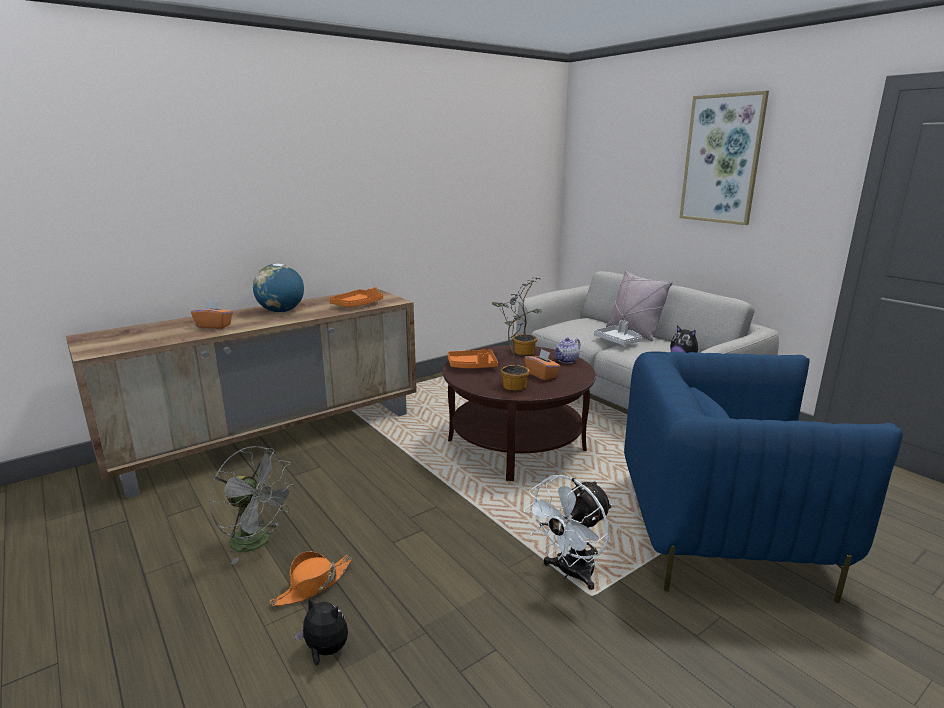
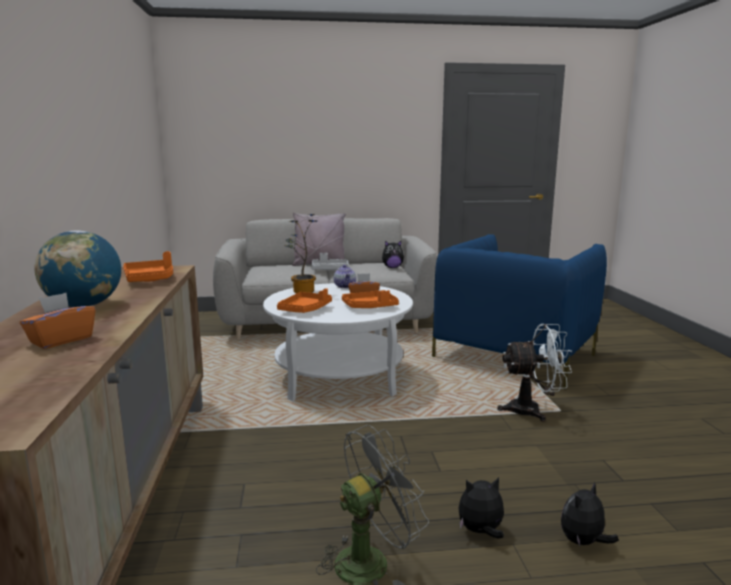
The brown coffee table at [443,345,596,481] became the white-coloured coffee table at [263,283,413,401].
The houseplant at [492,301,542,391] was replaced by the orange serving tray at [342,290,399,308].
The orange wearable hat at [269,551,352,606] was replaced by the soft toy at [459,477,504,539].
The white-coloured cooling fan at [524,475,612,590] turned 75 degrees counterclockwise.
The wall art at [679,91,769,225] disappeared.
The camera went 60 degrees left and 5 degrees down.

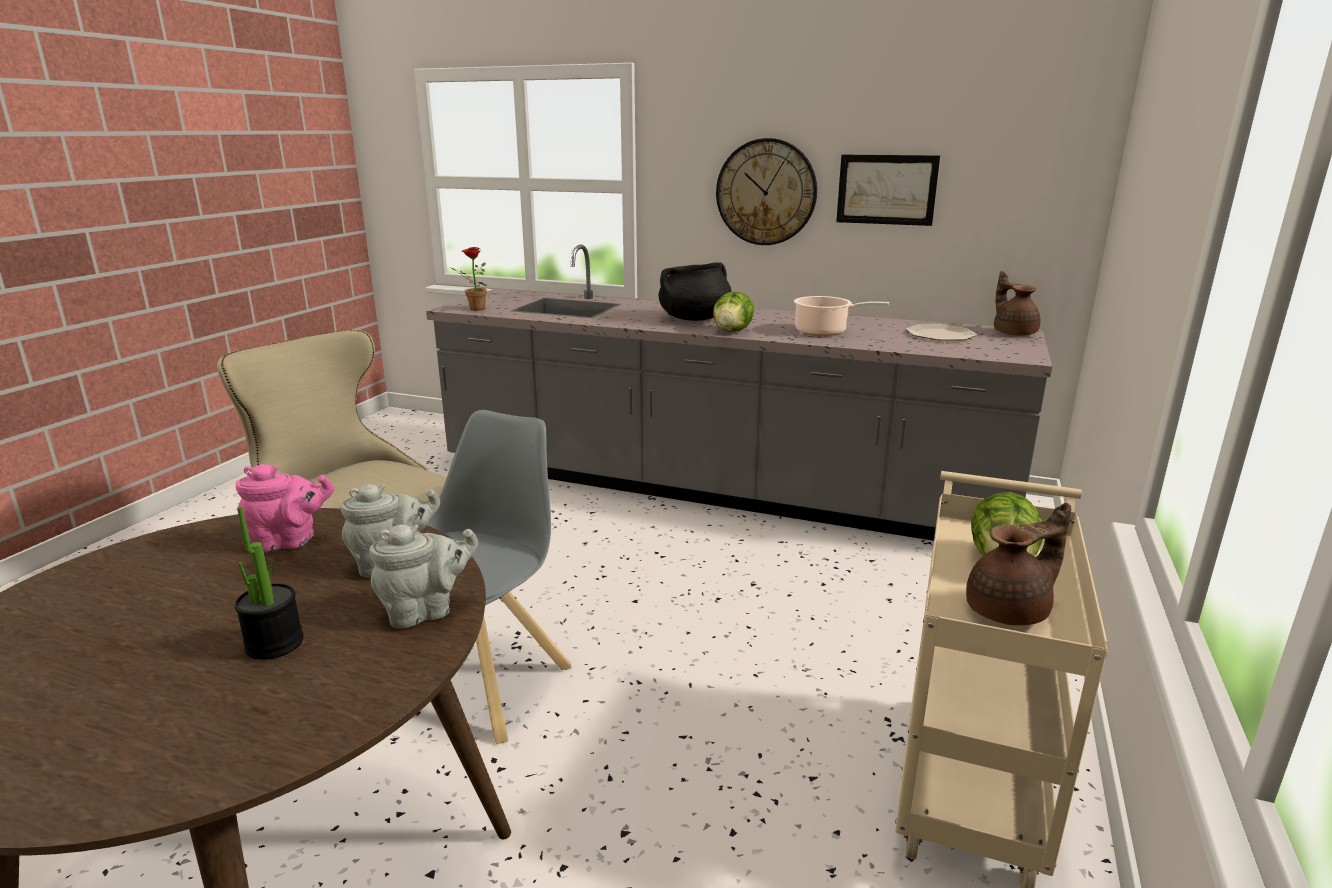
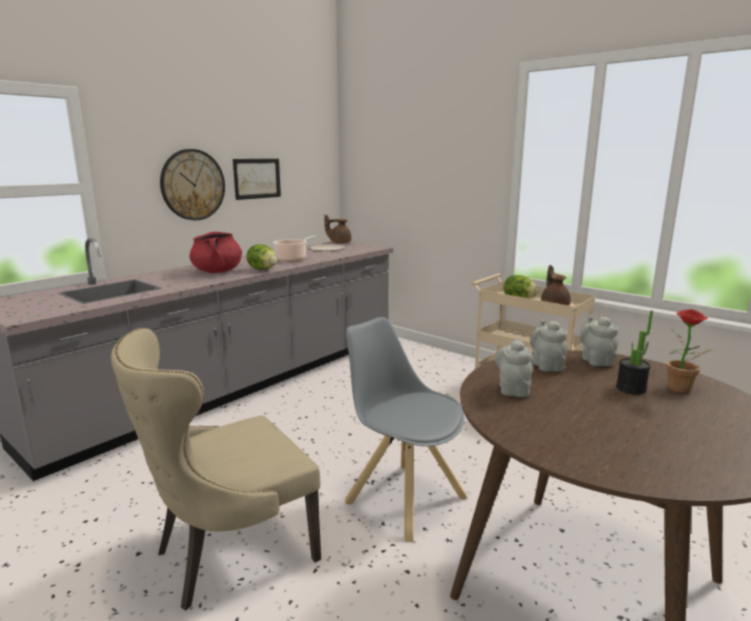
The black stockpot at [659,262,732,321] became the reddish stockpot at [189,232,242,273].
The pink-coloured pot for tea at [236,464,335,552] became the gray pot for tea at [495,337,534,397].
The houseplant moved from [451,247,487,311] to [666,309,713,393].
The camera went 70 degrees left and 5 degrees down.

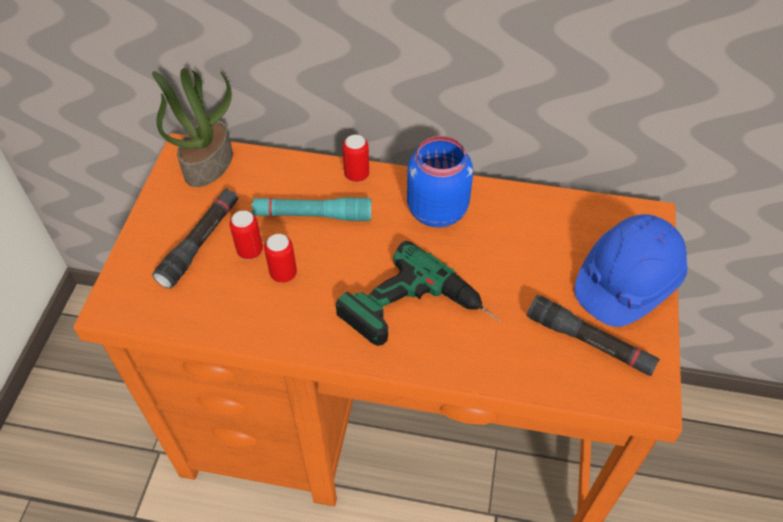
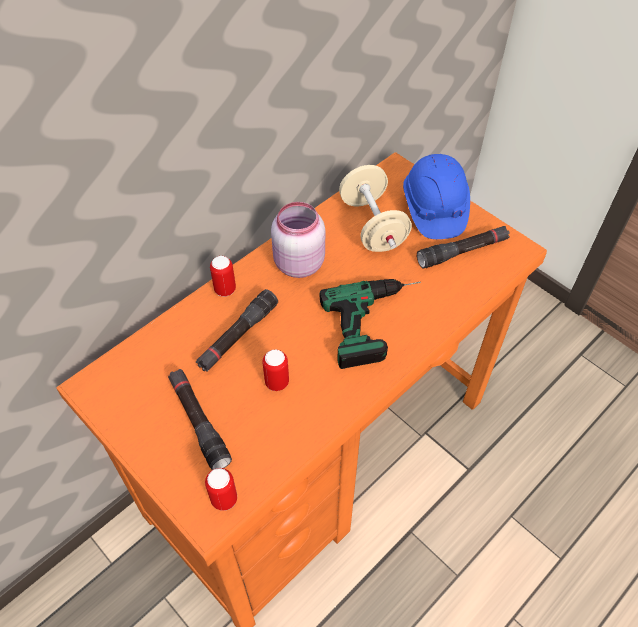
The turquoise torch at [251,197,372,221] became the black torch at [196,289,278,372].
The metal can moved from [230,210,263,260] to [205,468,237,511].
The blue preserve jar at [407,136,473,228] became the pink-coloured preserve jar at [271,202,325,278].
The sand-coloured dumbbell at [339,165,412,252] appeared.
The houseplant at [152,68,233,187] disappeared.
The camera went 55 degrees left and 0 degrees up.

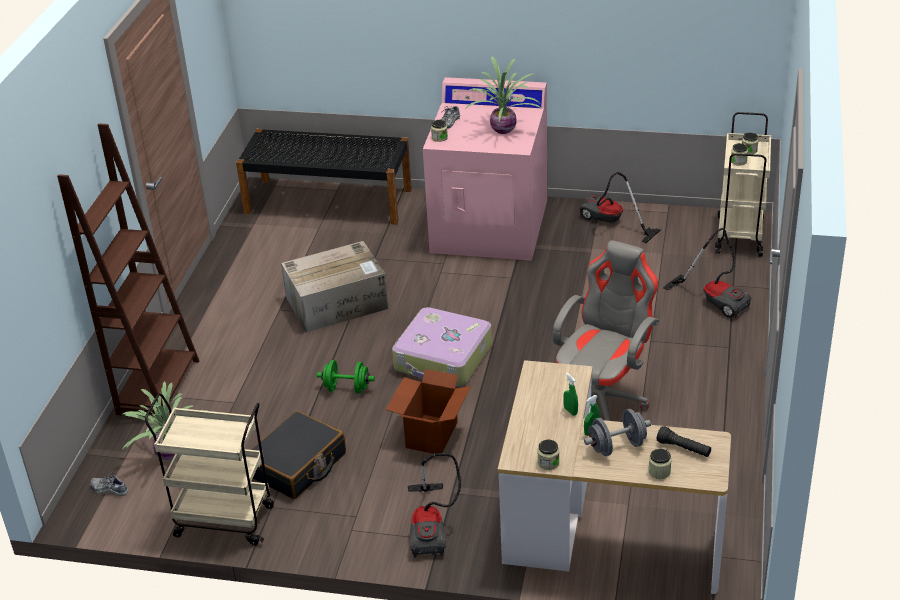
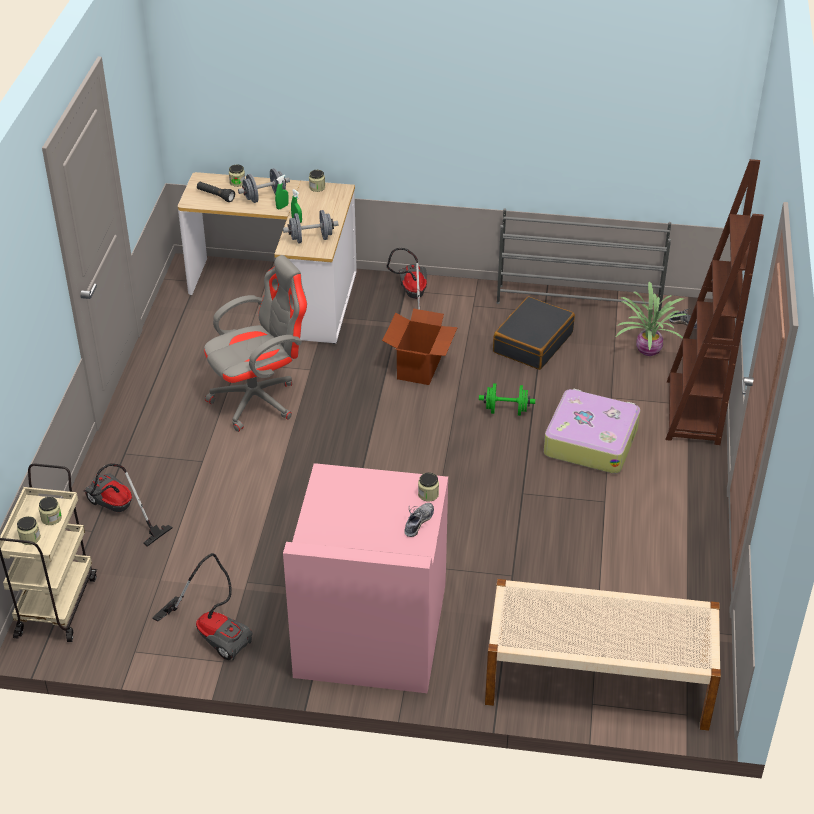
The gray office chair at [553,240,659,421] turned 150 degrees counterclockwise.
The gray dumbbell at [283,210,338,244] appeared.
The black bench at [236,129,412,225] became the sand-coloured bench at [485,579,721,731].
The sand-coloured wheeled cart at [145,393,274,546] was replaced by the gray shoe rack at [497,209,671,312].
The piece of luggage moved from [392,307,492,387] to [544,389,641,474].
The cardboard box at [281,241,388,333] disappeared.
The houseplant at [466,56,541,134] disappeared.
The camera went 175 degrees right and 5 degrees up.

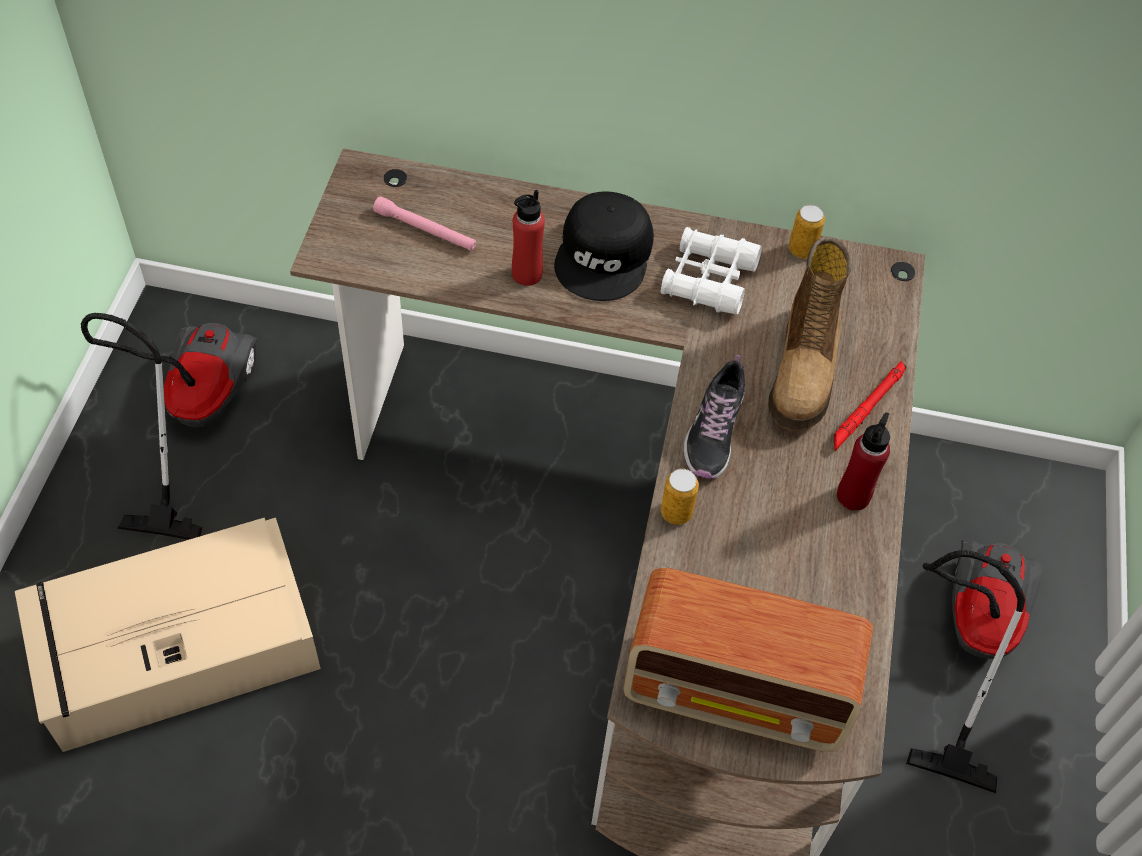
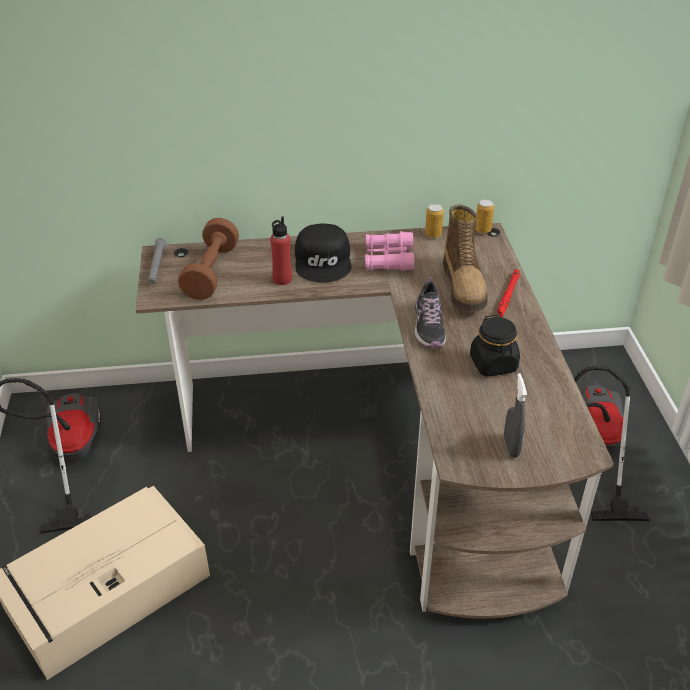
The gray torch at [148,237,166,284] appeared.
The pink-coloured torch at [373,196,476,251] was replaced by the brown dumbbell at [178,218,239,300].
The white-coloured pair of binoculars at [661,227,762,315] became the pink-coloured pair of binoculars at [365,231,414,271].
The black preserve jar at [470,315,520,377] appeared.
The metal can moved from [661,469,699,525] to [475,199,494,234].
The radio set at [623,568,873,752] was replaced by the gray spray bottle at [504,373,527,458].
The reddish bottle at [837,412,890,511] disappeared.
The camera went 15 degrees left and 15 degrees down.

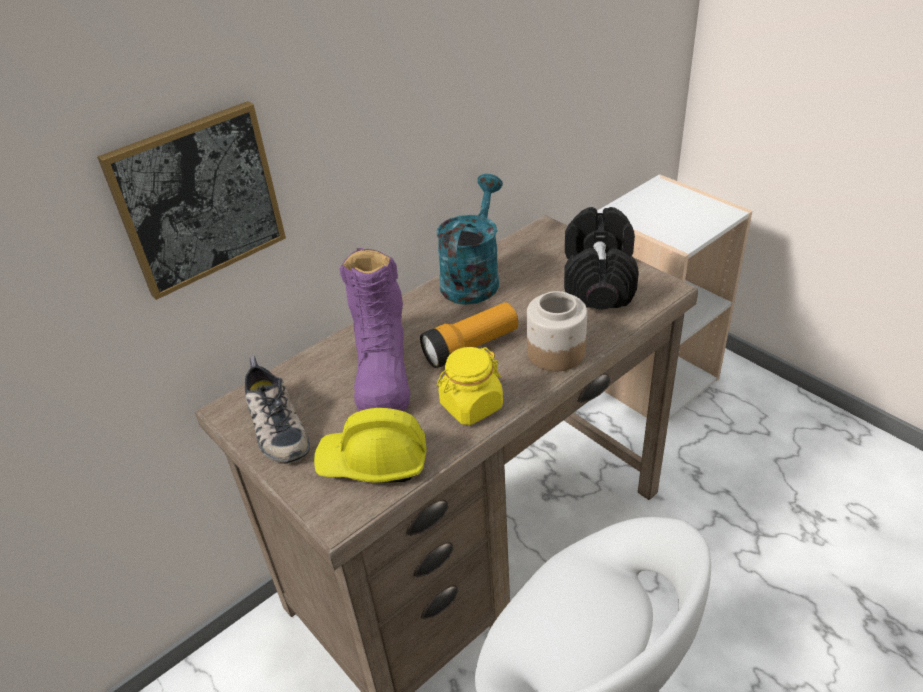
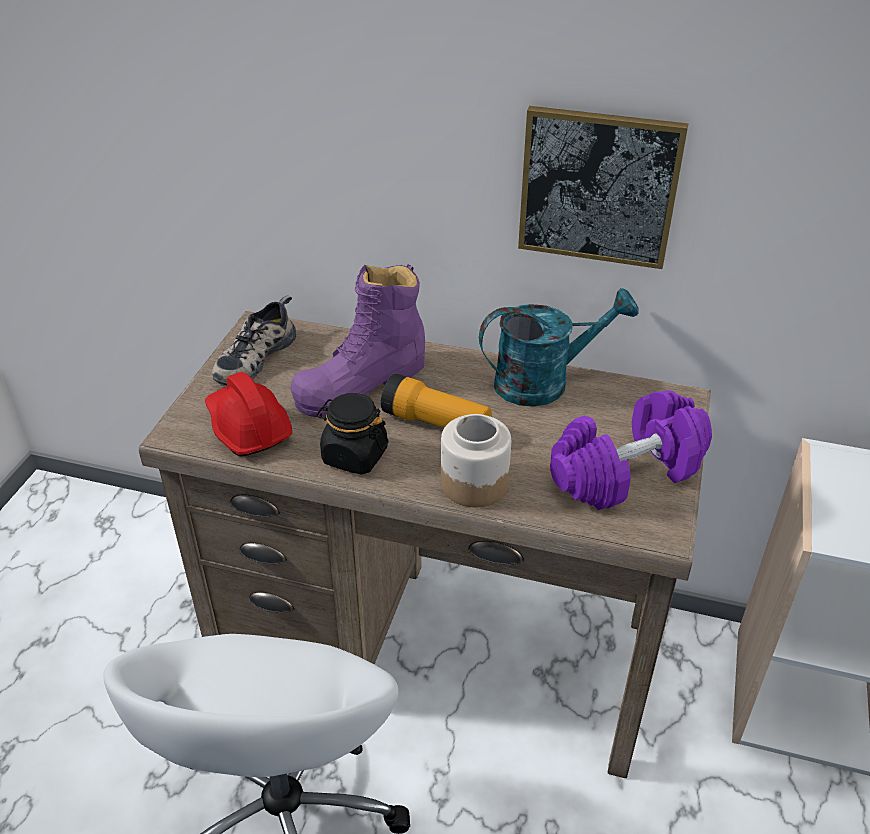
The yellowish safety helmet at [314,408,427,483] became the reddish safety helmet at [205,372,292,456].
The yellowish preserve jar at [437,347,503,425] became the black preserve jar at [317,393,388,475].
The wall art moved from [97,101,286,300] to [518,106,688,269].
The black dumbbell at [564,207,639,310] became the purplish dumbbell at [550,390,712,510].
The camera went 55 degrees right and 0 degrees up.

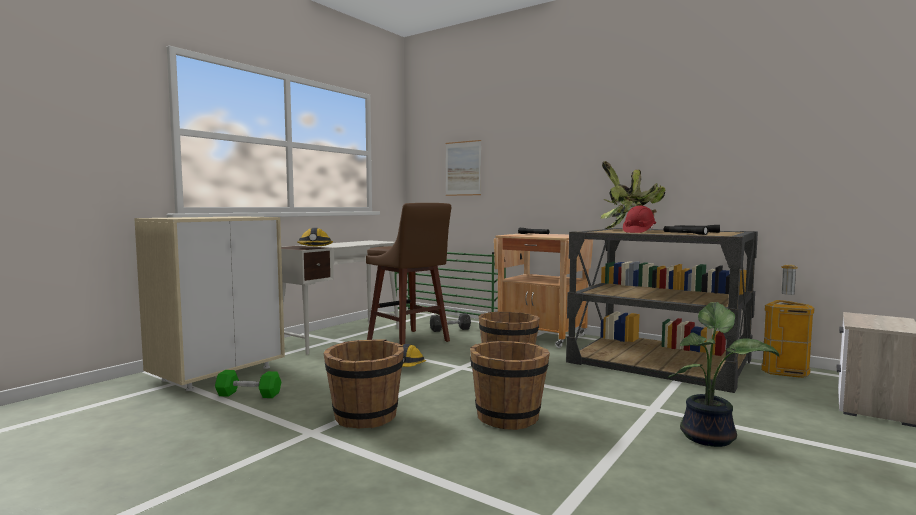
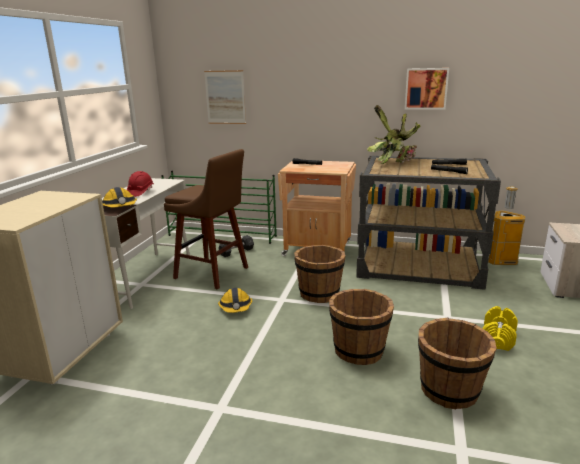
The reddish safety helmet moved from [623,206,656,233] to [127,171,154,197].
The wall art at [405,68,449,110] appeared.
The brown bucket moved from [324,339,404,428] to [418,318,497,409].
The houseplant at [668,302,779,447] was replaced by the yellowish dumbbell at [483,306,518,351].
The greenish dumbbell at [215,370,281,398] disappeared.
The camera went 20 degrees left and 15 degrees up.

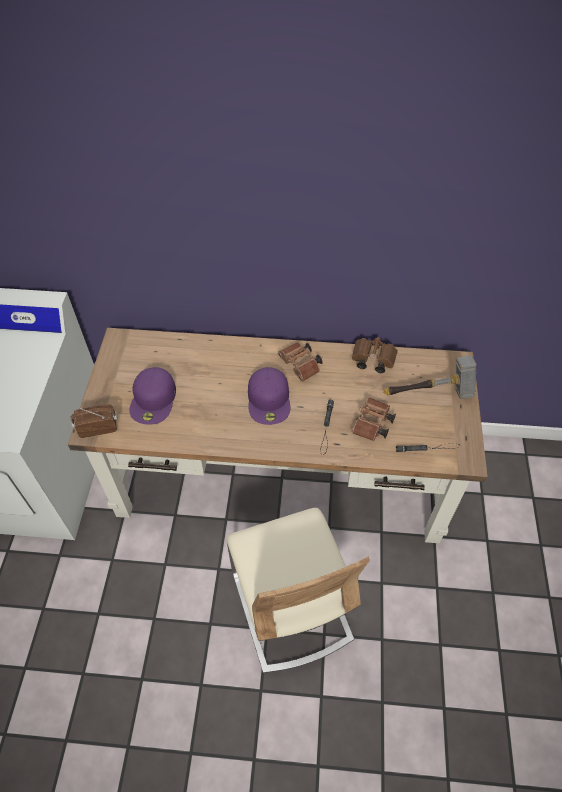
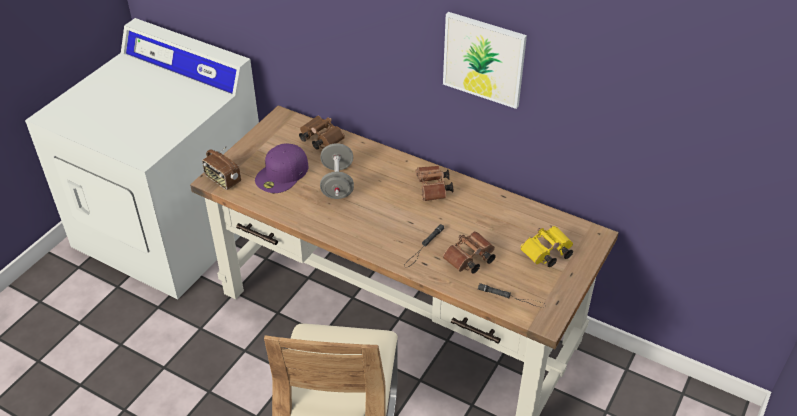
The radio set at [71,404,118,438] turned 150 degrees counterclockwise.
The brown pair of binoculars moved from [352,337,398,373] to [299,116,345,150].
The gray dumbbell at [320,143,354,199] appeared.
The wall art at [443,12,527,109] appeared.
The hammer at [383,355,477,399] was replaced by the yellowish pair of binoculars at [520,226,573,267].
The purplish peaked cap at [248,367,290,425] disappeared.
The camera went 25 degrees right and 10 degrees down.

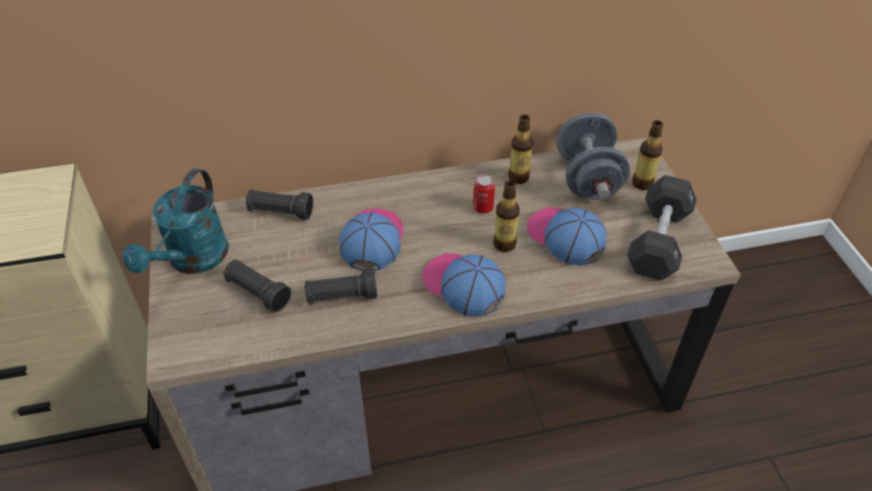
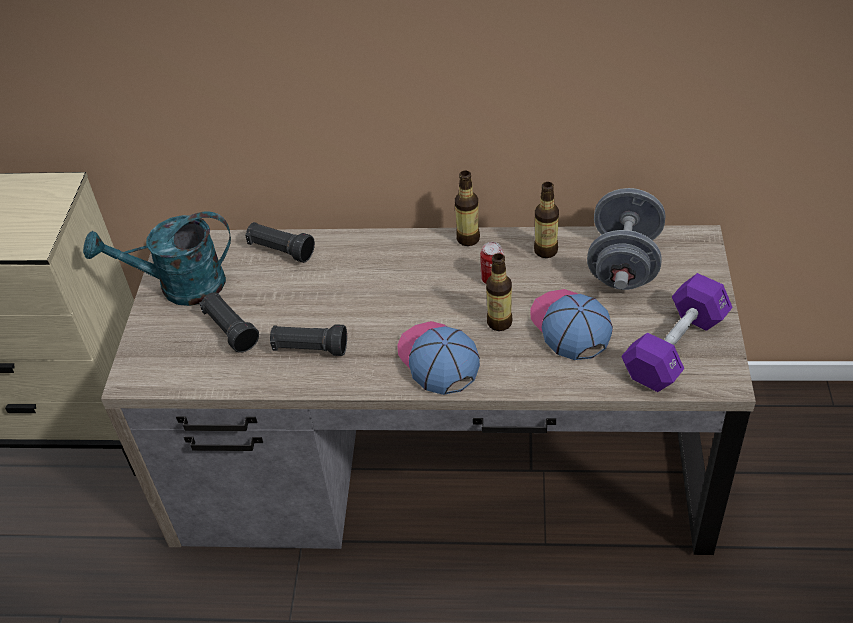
The turquoise watering pot at [122,168,229,274] turned 45 degrees clockwise.
The bottle moved from [632,120,663,190] to [455,171,480,246].
The black dumbbell at [627,175,697,281] became the purplish dumbbell at [621,273,733,392].
The peaked cap at [339,208,404,271] disappeared.
The camera went 20 degrees right and 0 degrees up.

